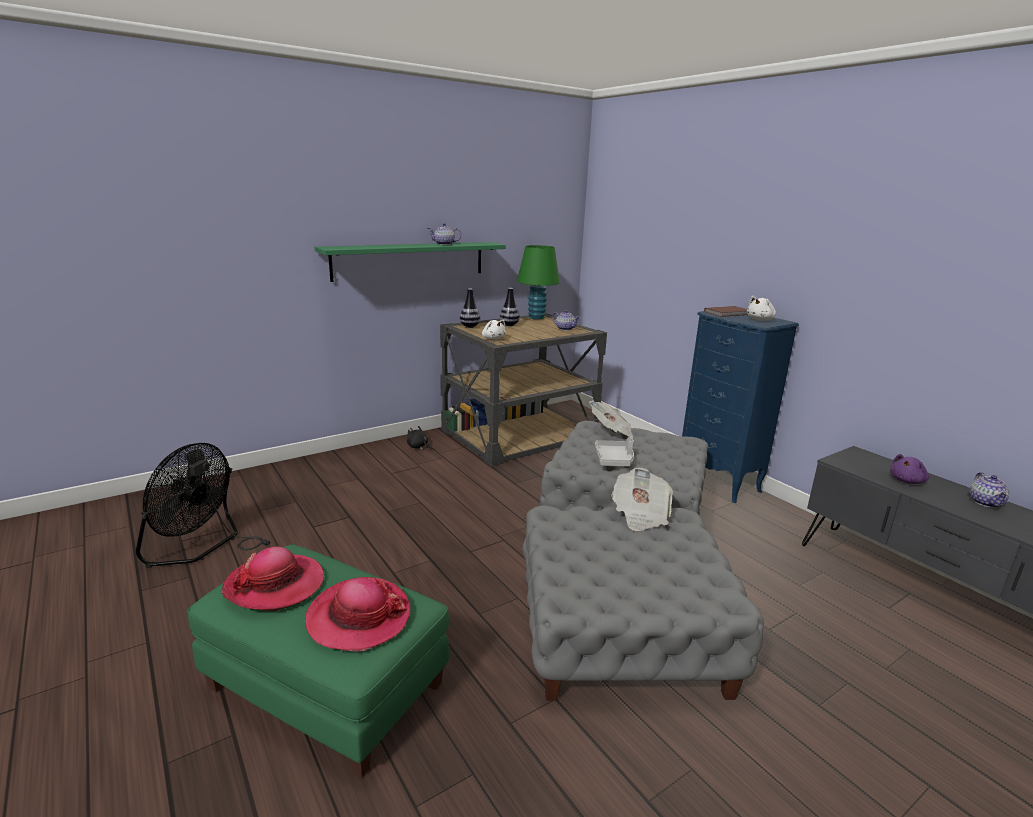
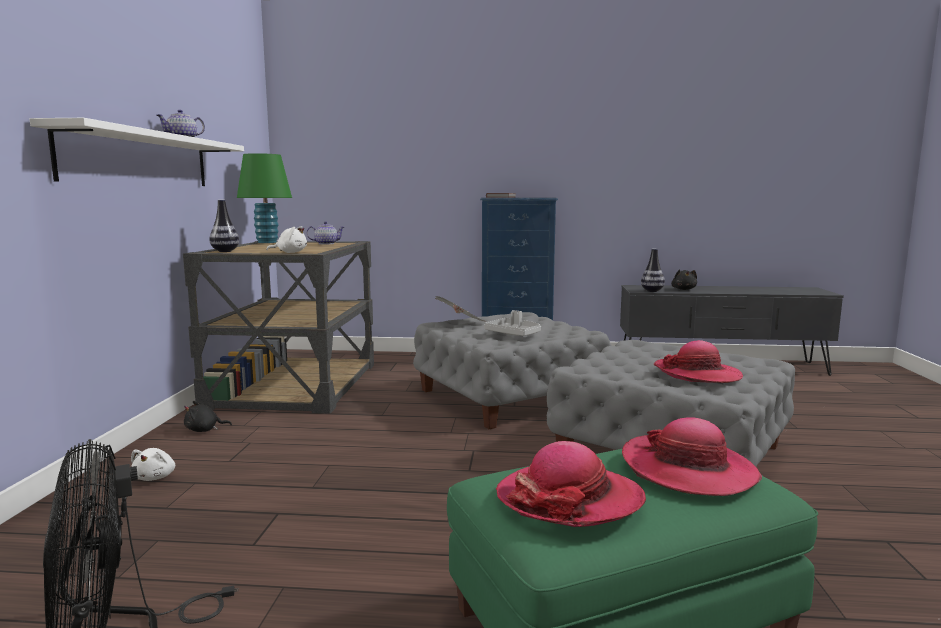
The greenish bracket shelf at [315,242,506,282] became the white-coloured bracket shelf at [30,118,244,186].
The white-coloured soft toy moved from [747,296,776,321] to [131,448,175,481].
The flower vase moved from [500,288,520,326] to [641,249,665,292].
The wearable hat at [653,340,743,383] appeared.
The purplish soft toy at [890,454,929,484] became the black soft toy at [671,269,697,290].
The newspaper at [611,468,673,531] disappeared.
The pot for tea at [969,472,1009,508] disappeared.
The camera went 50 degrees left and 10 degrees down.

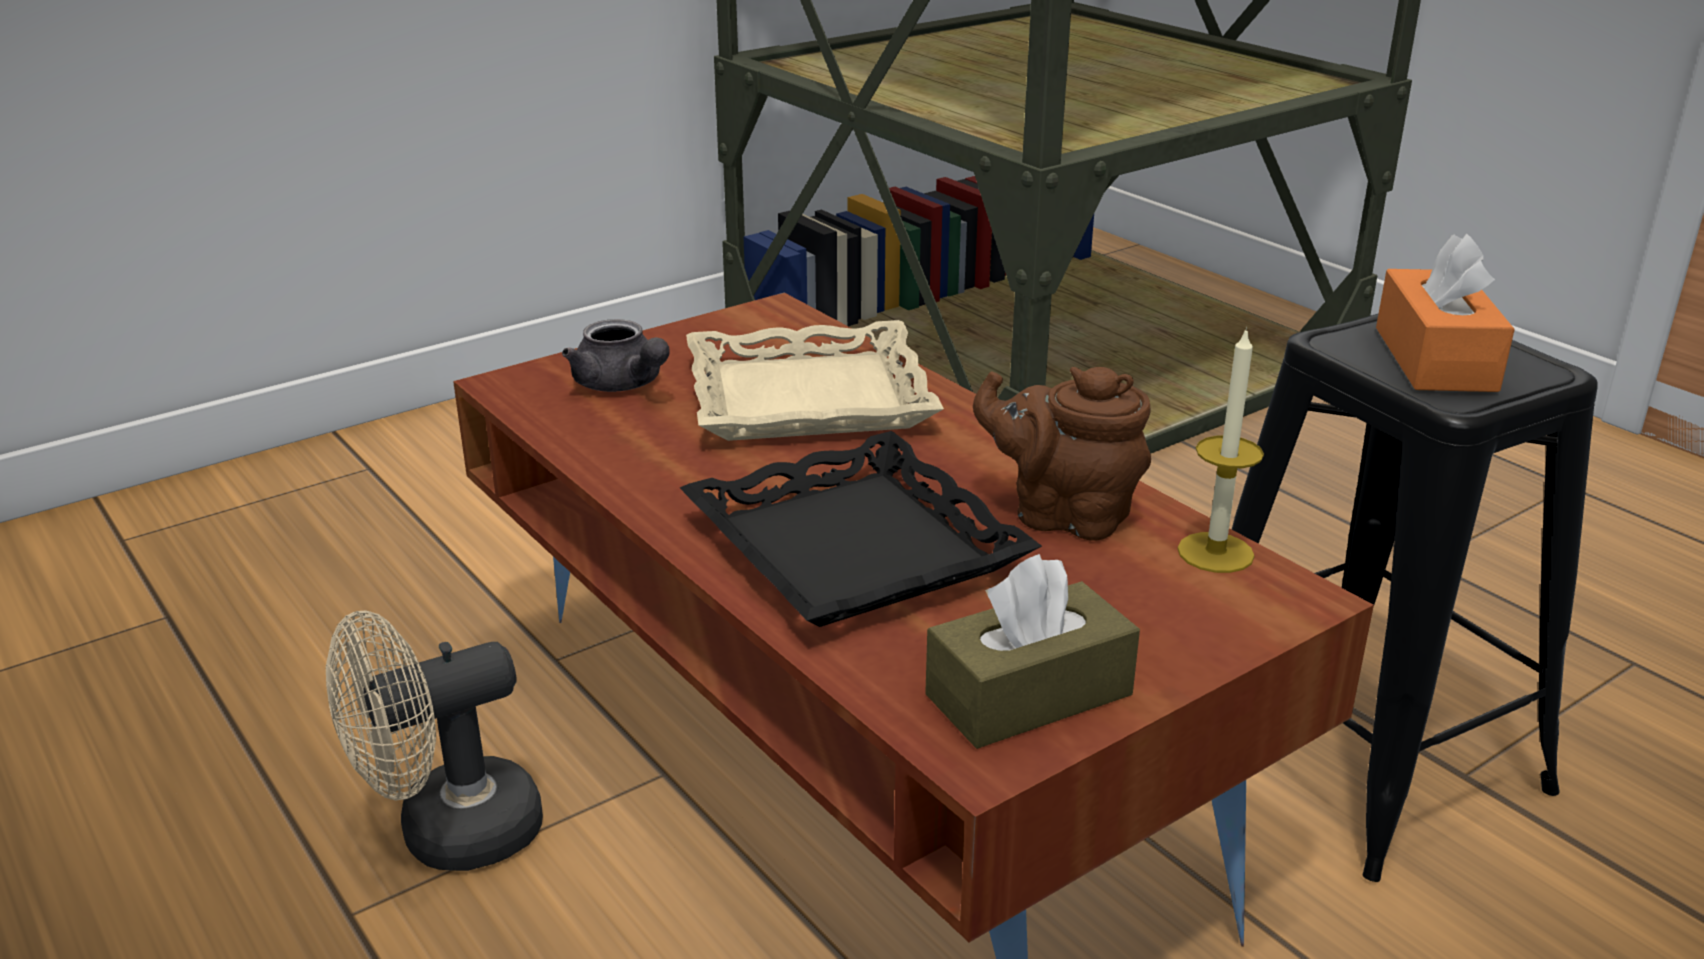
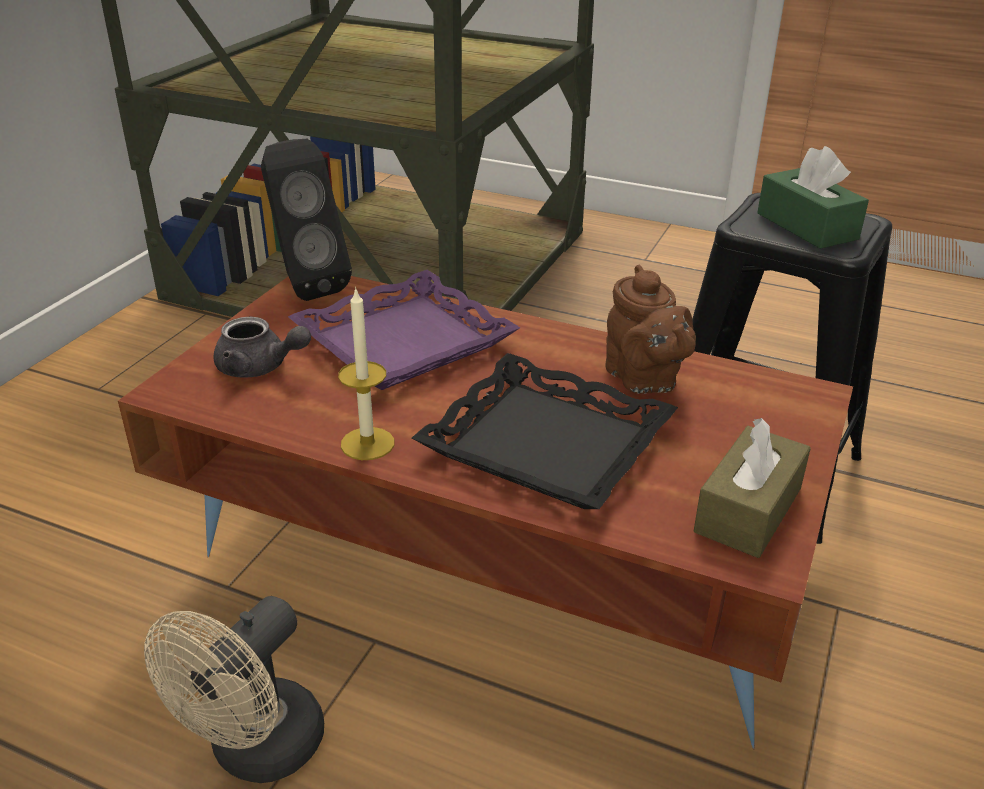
The black audio speaker at [261,139,352,301] appeared.
The sand-coloured serving tray at [686,320,944,441] became the purplish serving tray at [288,270,520,390].
The wax candle moved from [1177,327,1264,573] to [338,287,395,460].
The brown pot for tea at [973,367,1151,541] turned 105 degrees counterclockwise.
The orange tissue holder at [1376,234,1515,392] became the greenish tissue holder at [757,146,869,249].
The camera went 30 degrees left and 5 degrees up.

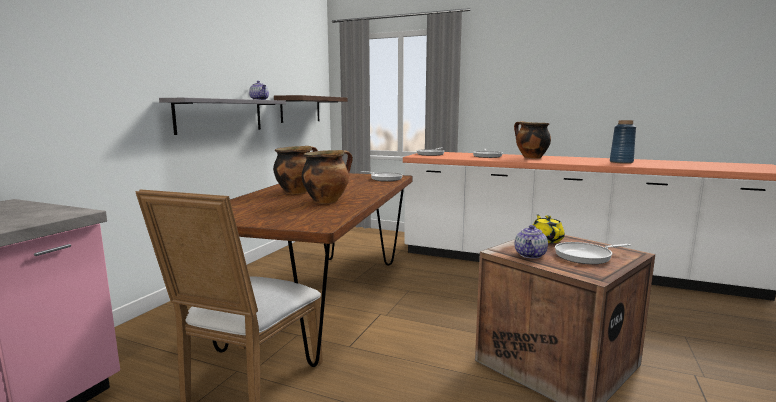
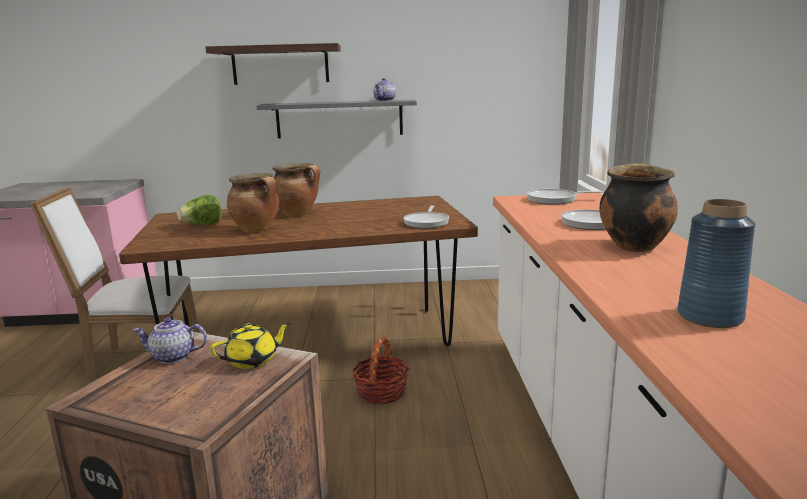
The lettuce at [177,195,222,225] appeared.
The bracket shelf moved from [274,95,347,123] to [205,43,341,85].
The household basket at [352,336,409,404] appeared.
The frying pan at [555,242,631,264] disappeared.
The camera went 65 degrees right and 5 degrees up.

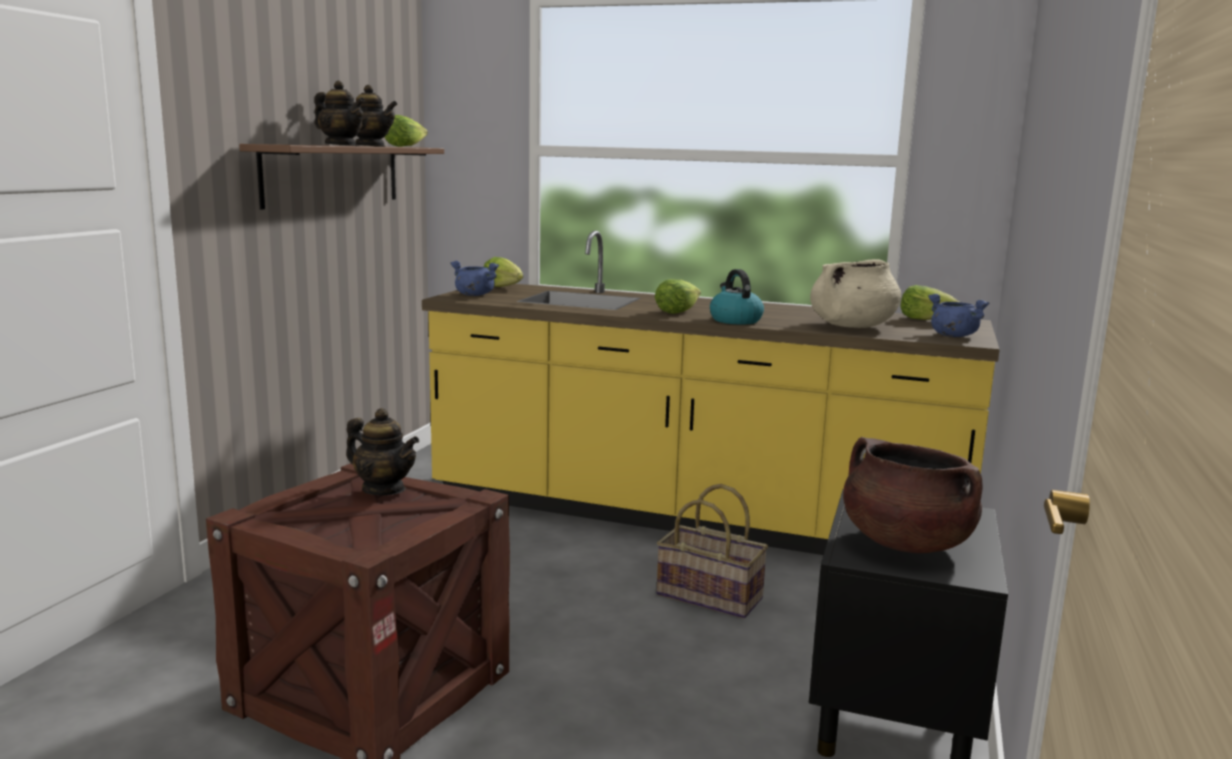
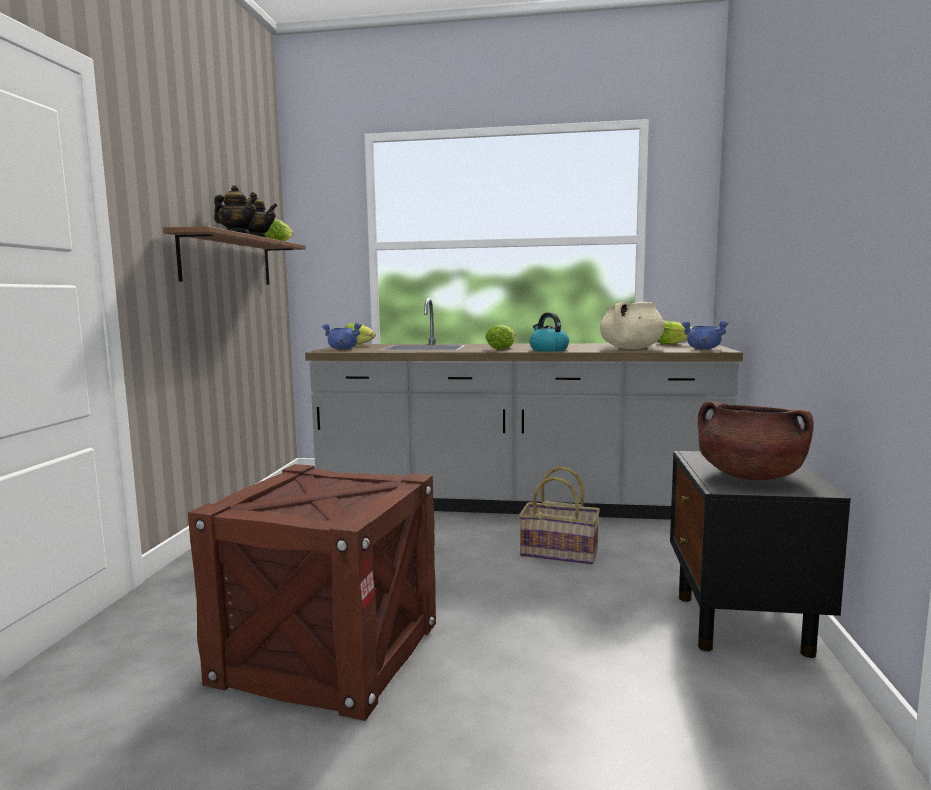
The yellowish kitchen counter at [422,230,1000,555] became the gray kitchen counter at [305,298,743,520].
The pot for tea at [346,408,419,495] disappeared.
The camera went 10 degrees left and 5 degrees down.

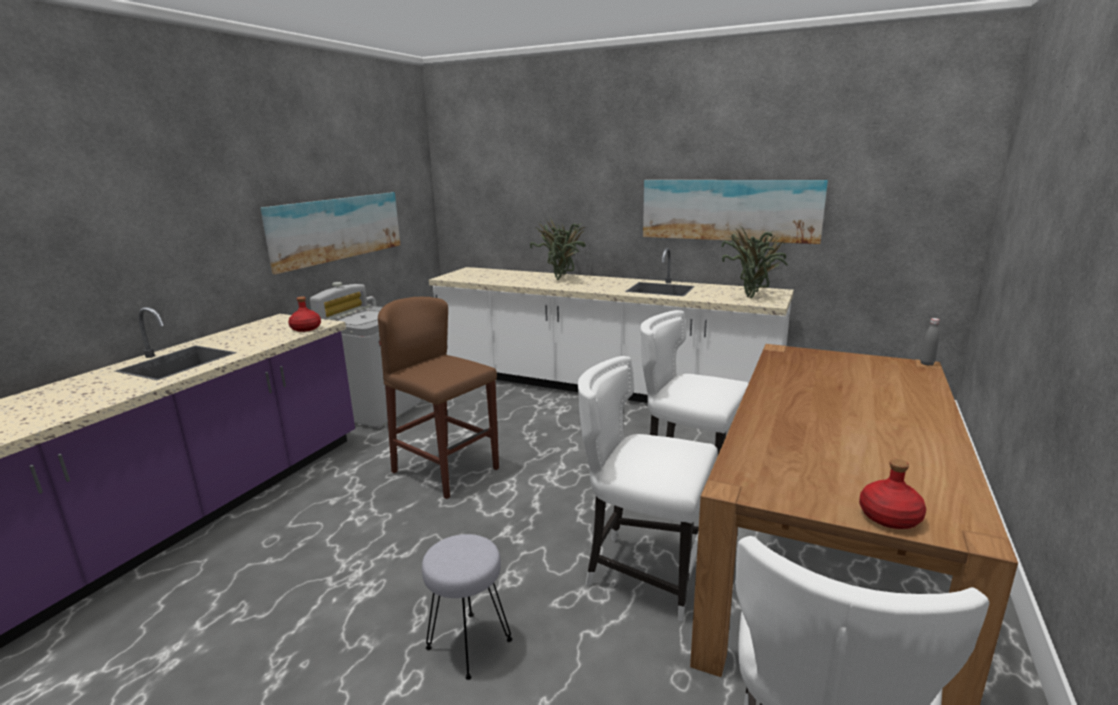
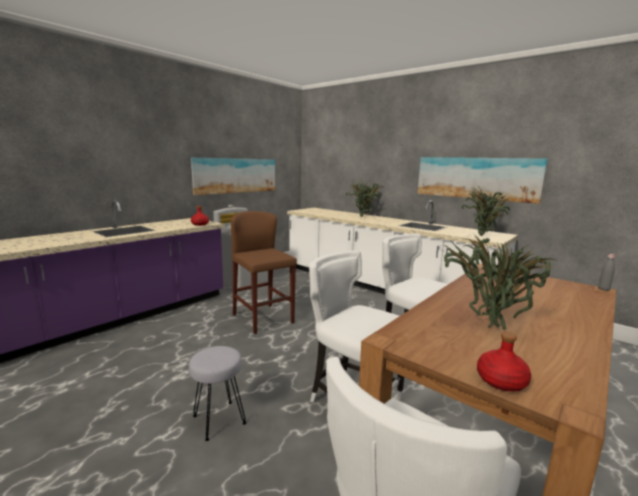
The houseplant at [444,233,555,330] appeared.
The camera went 15 degrees right and 5 degrees down.

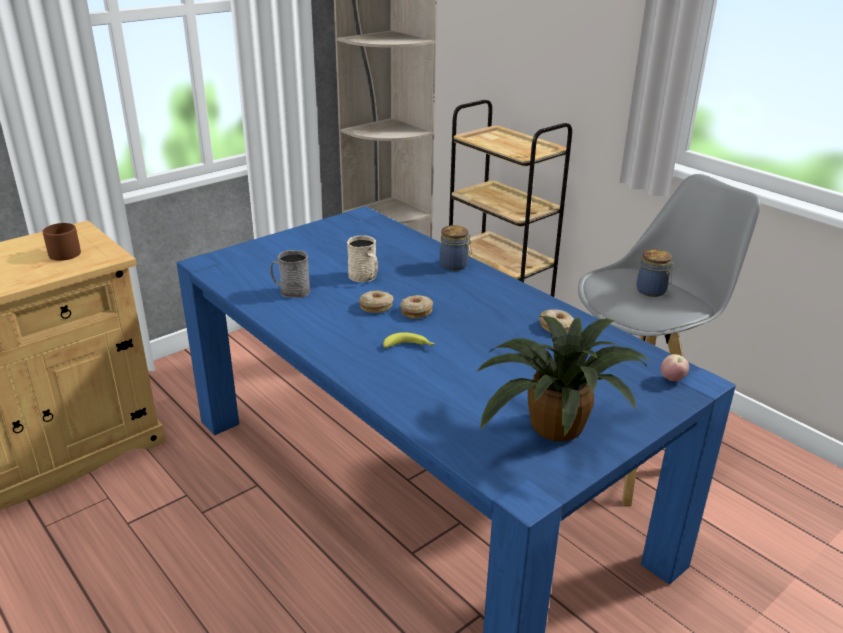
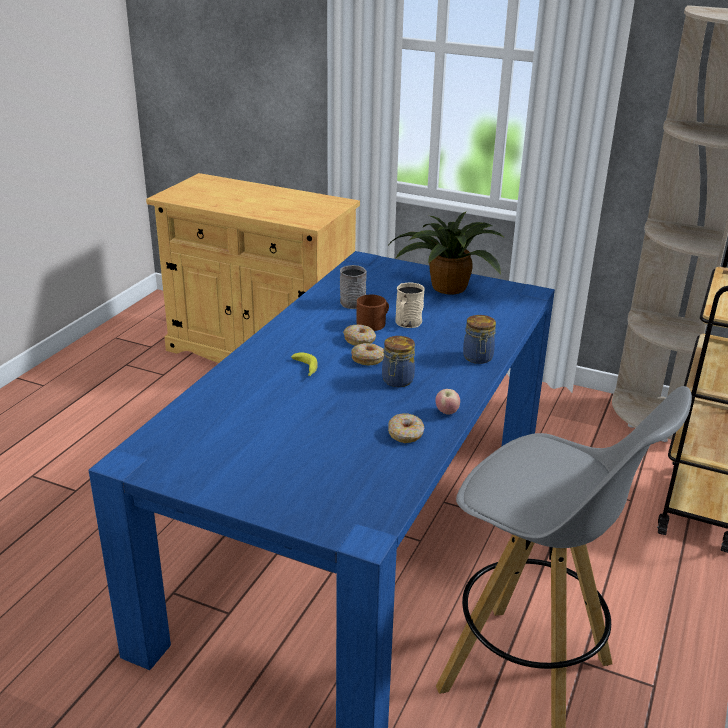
The brown mug moved from [42,223,81,261] to [356,295,389,331].
The preserve jar moved from [636,249,674,297] to [382,336,415,387].
The houseplant moved from [476,315,650,442] to [389,211,505,294].
The apple moved from [661,354,689,381] to [435,389,460,414].
The camera went 65 degrees right and 0 degrees up.

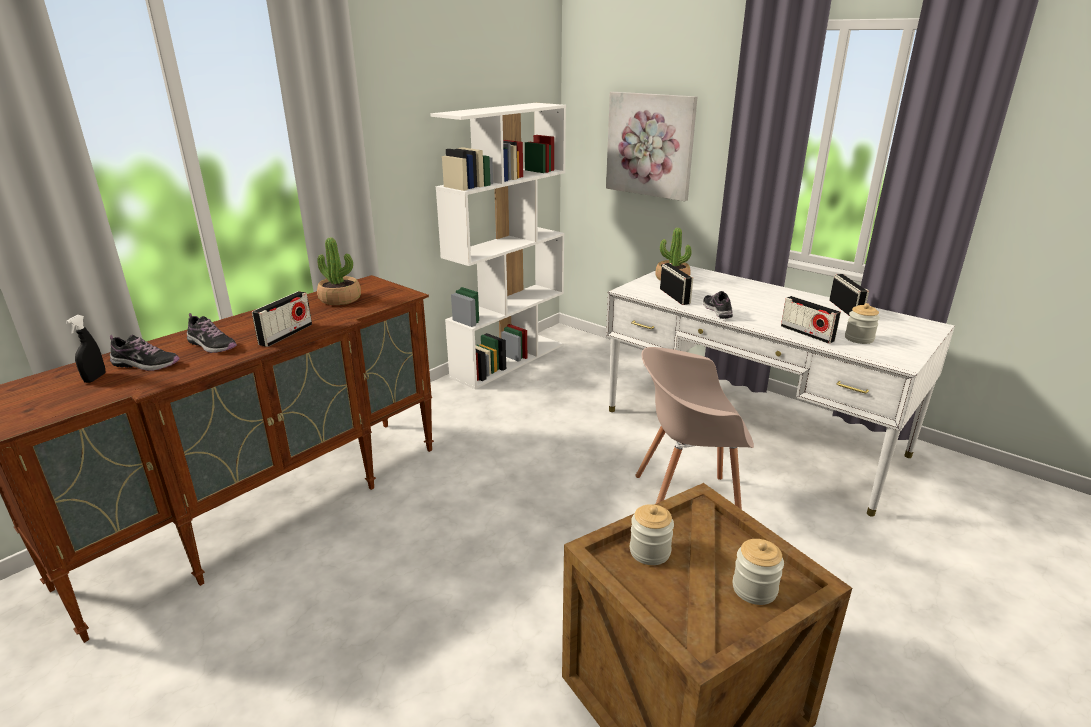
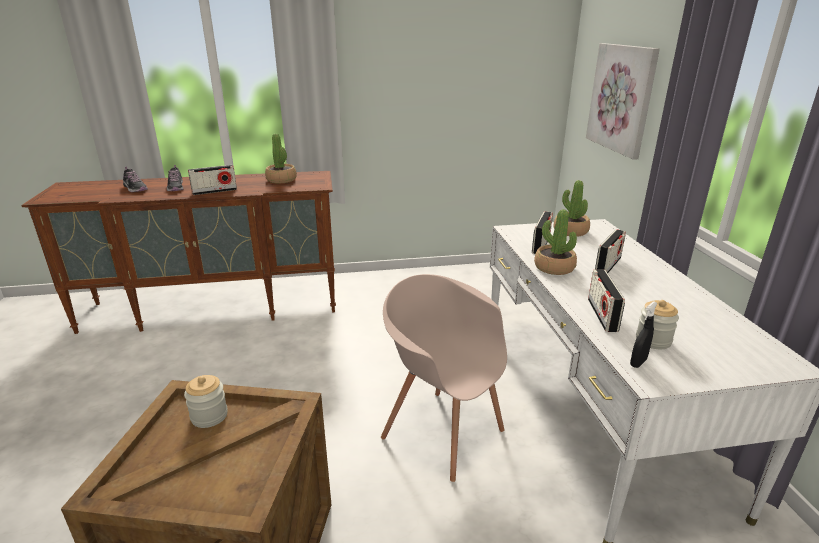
The shoe at [703,291,733,319] was replaced by the houseplant at [534,209,577,275].
The radio set moved from [829,274,869,316] to [595,229,626,273].
The black spray bottle moved from [66,315,106,383] to [630,301,657,368].
The white-coloured shelving unit at [430,103,566,389] disappeared.
The preserve jar at [733,539,784,605] disappeared.
The camera went 40 degrees right and 0 degrees up.

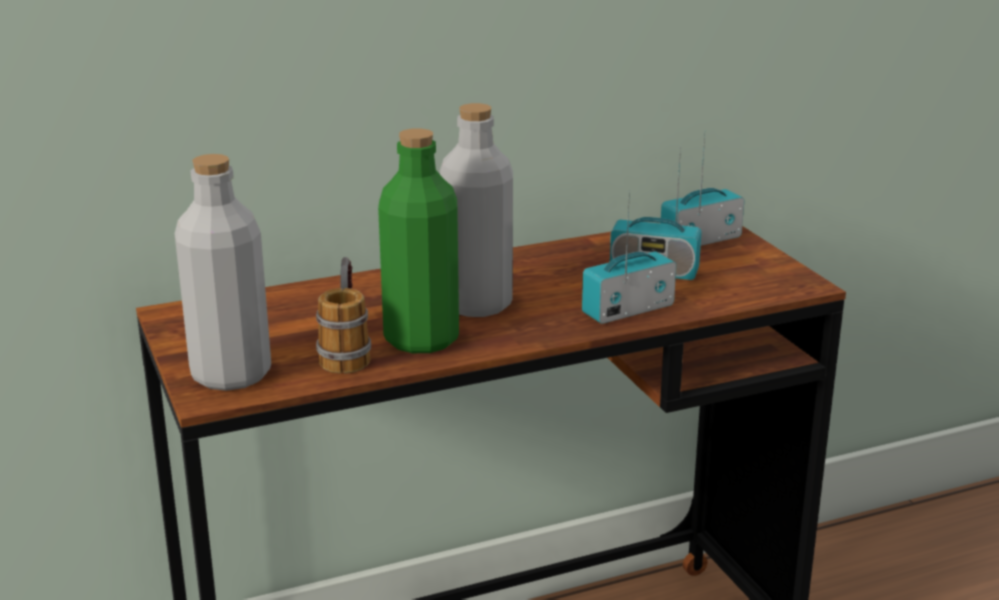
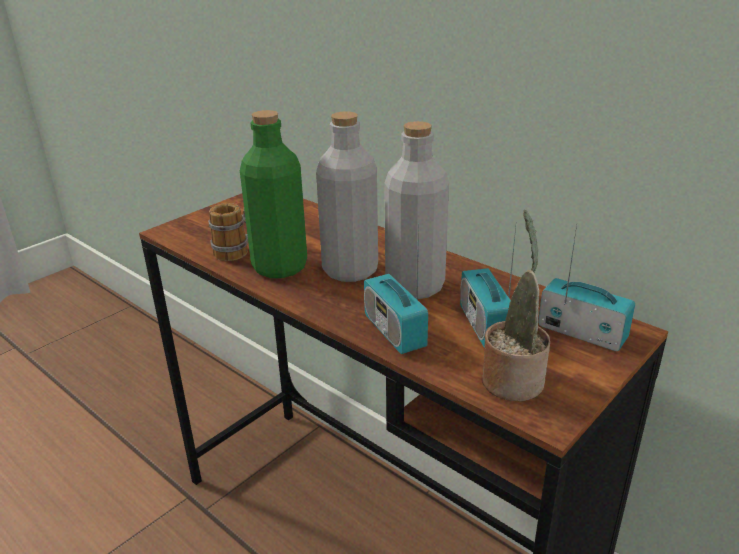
The radio set at [582,190,676,324] turned 150 degrees counterclockwise.
The gray bottle moved from [175,154,271,391] to [384,121,449,299].
The houseplant at [482,210,550,401] appeared.
The camera went 65 degrees right and 5 degrees up.

